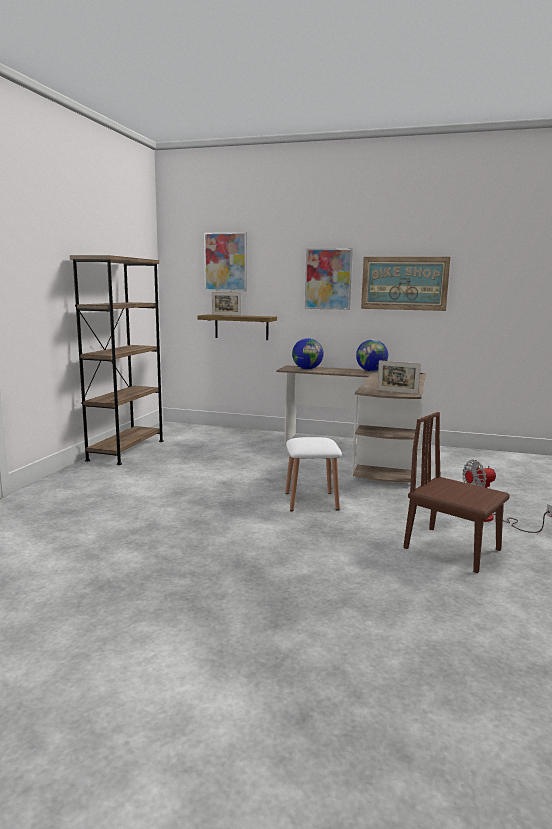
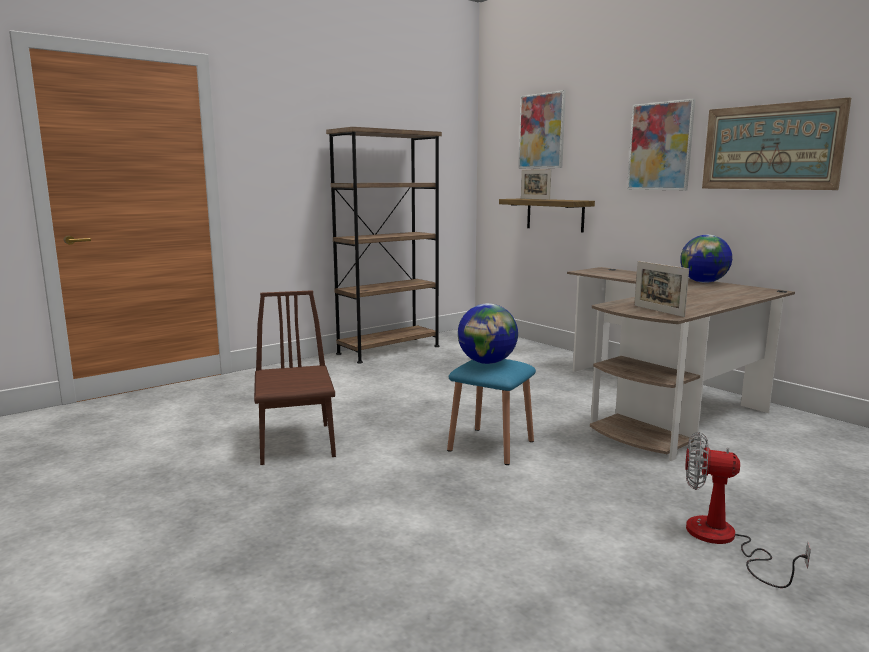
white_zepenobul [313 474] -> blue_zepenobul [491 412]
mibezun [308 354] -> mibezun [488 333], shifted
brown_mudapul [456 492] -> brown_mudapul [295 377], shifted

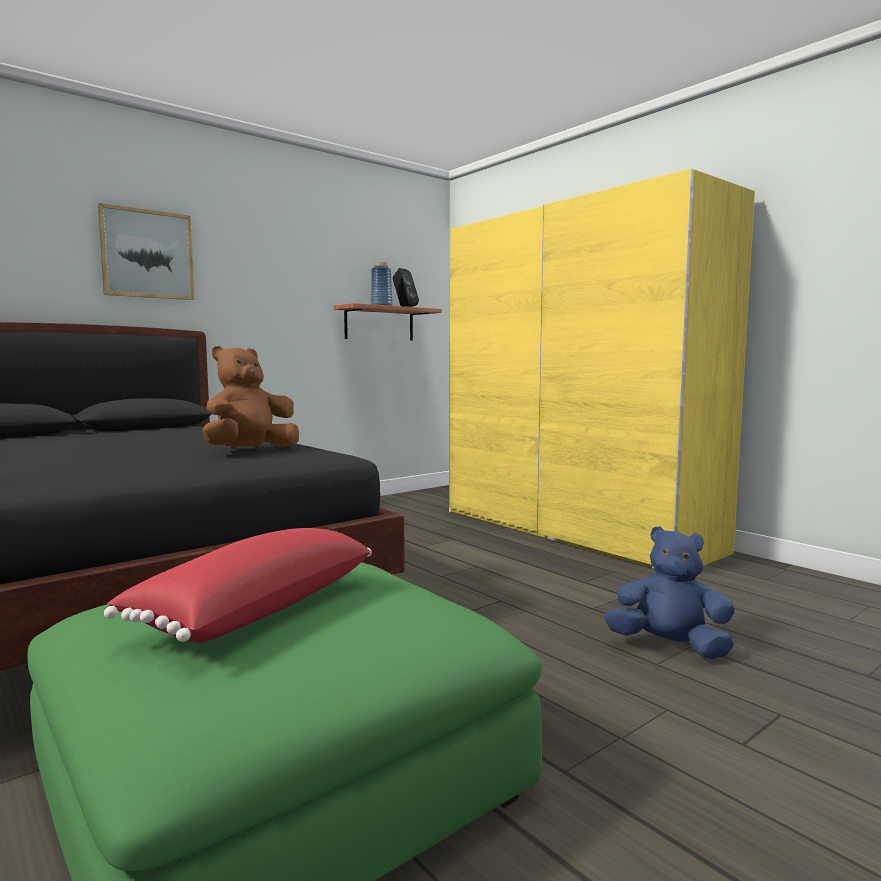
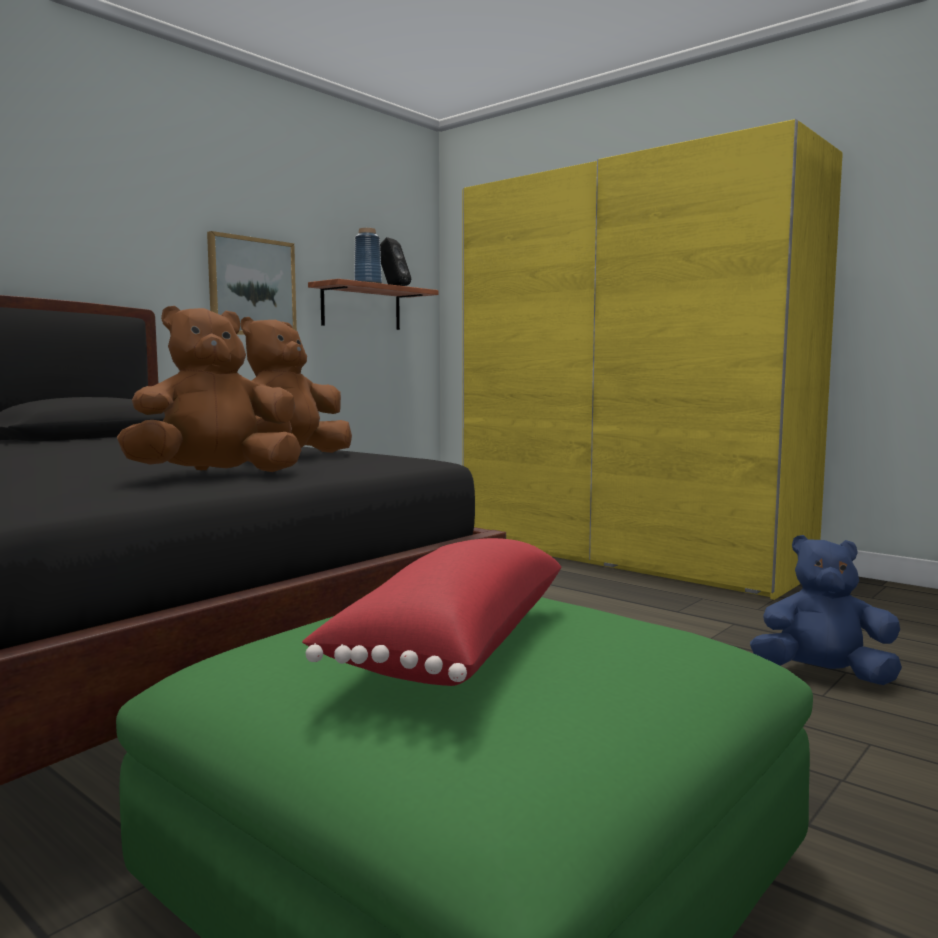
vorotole [146 251] -> vorotole [252 283], shifted
none -> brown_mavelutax [209 389]

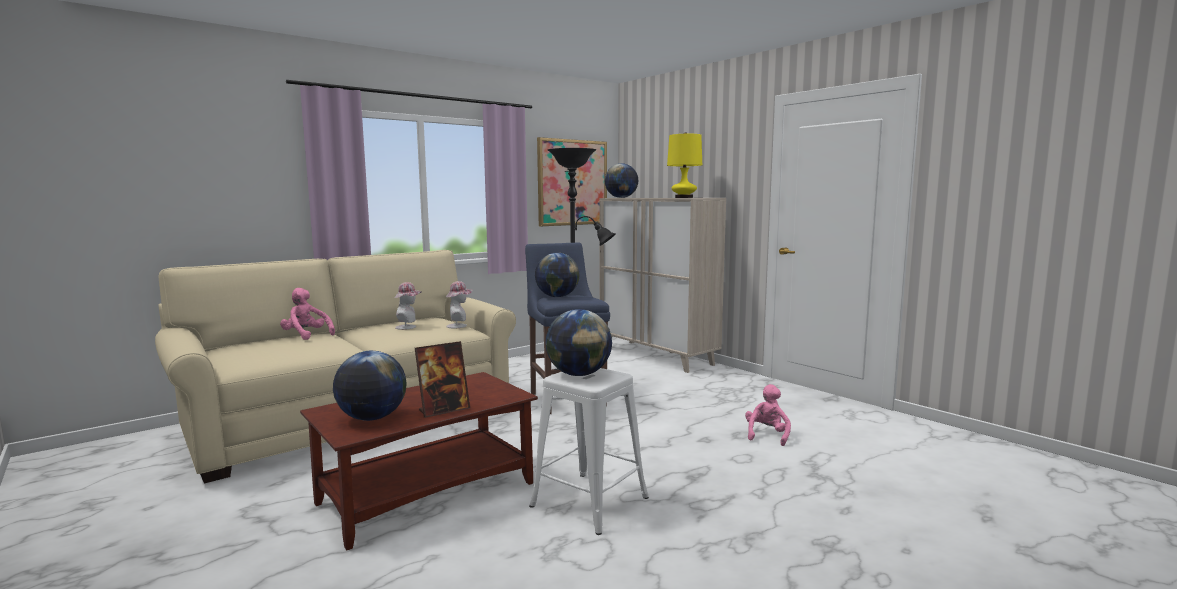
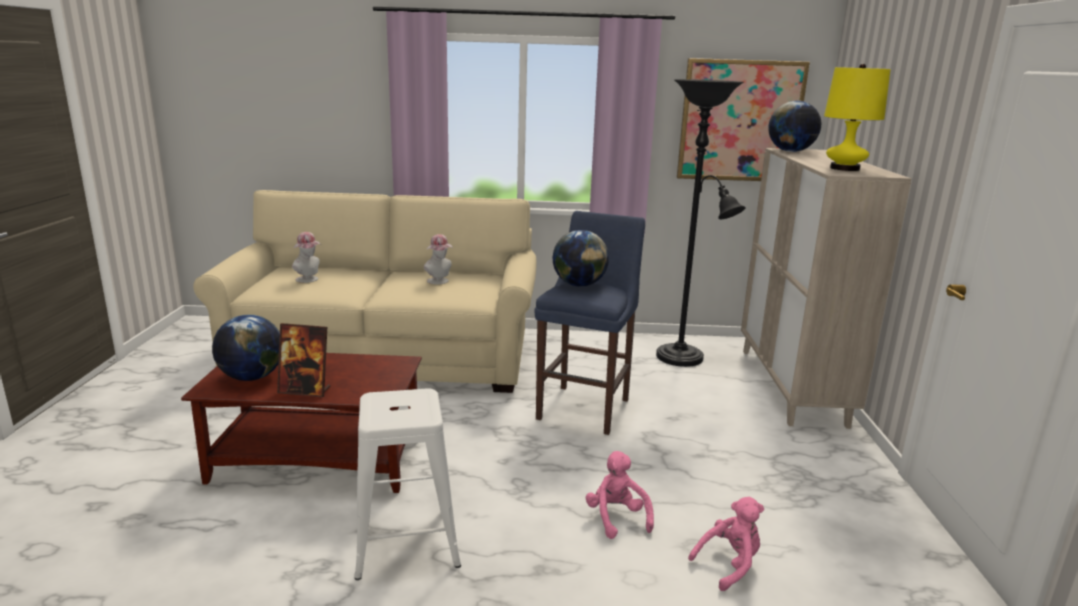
pink_mavelutax [307 314] -> pink_mavelutax [620 495], shifted
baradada [459 304] -> baradada [306 257], shifted
mibezun [578 342] -> none

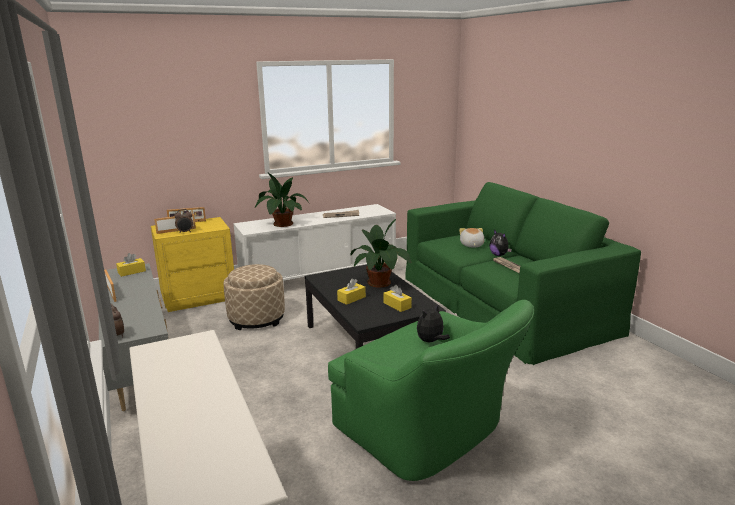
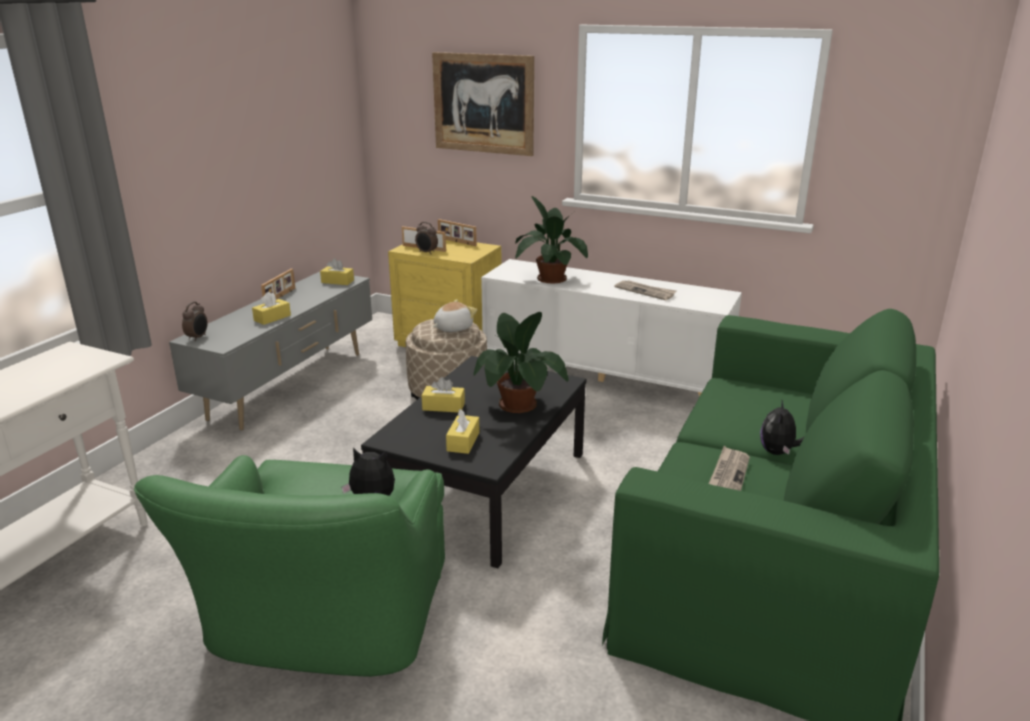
mavelutax [472 237] -> mavelutax [455 315], shifted
none -> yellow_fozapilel [271 308]
none -> vorotole [483 104]

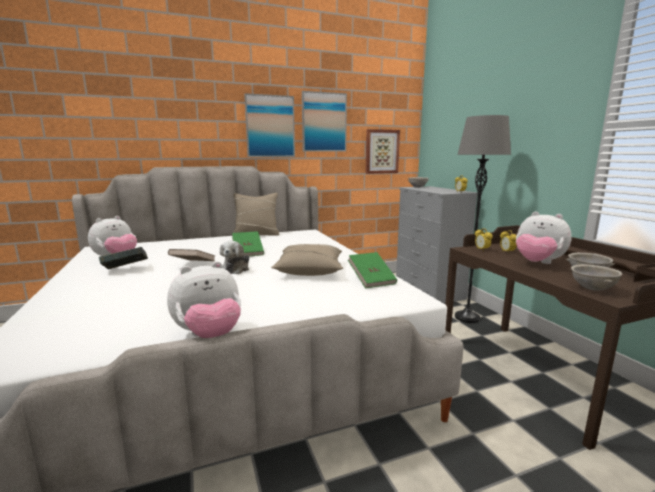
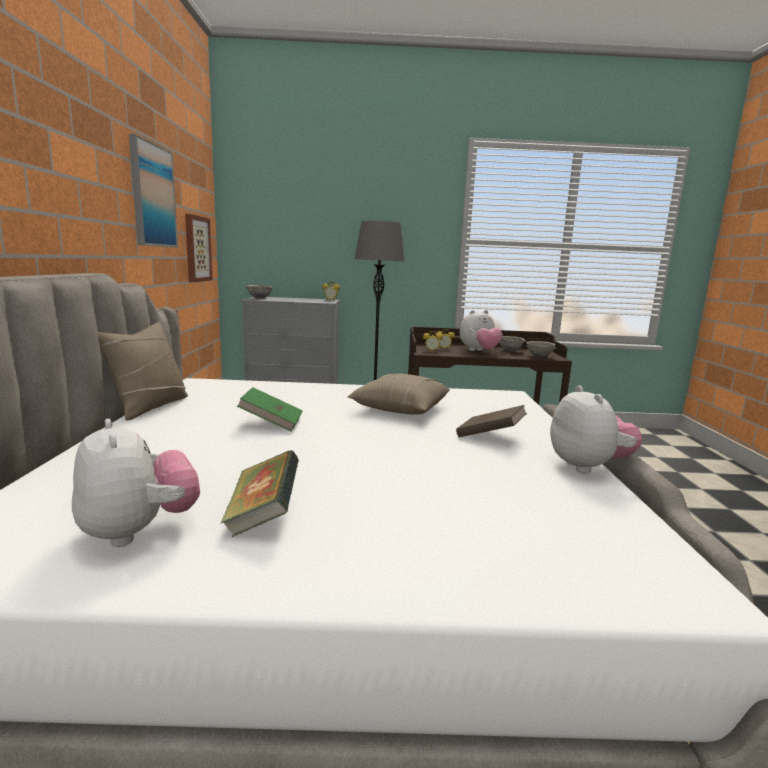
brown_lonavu [191 255] -> brown_lonavu [491 421], shifted
mavelutax [234 257] -> none
vorotole [269 125] -> none
green_lonavu [372 270] -> none

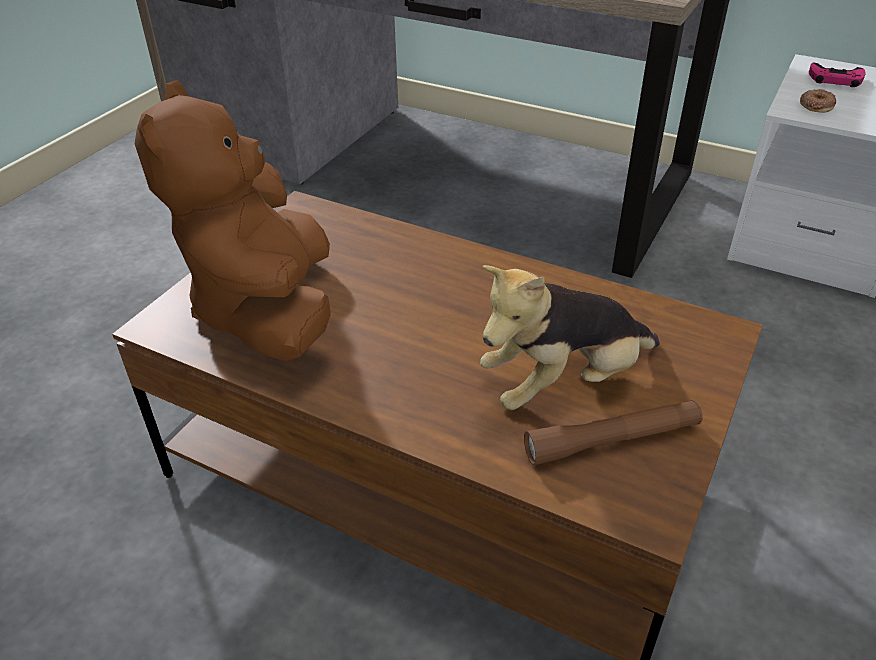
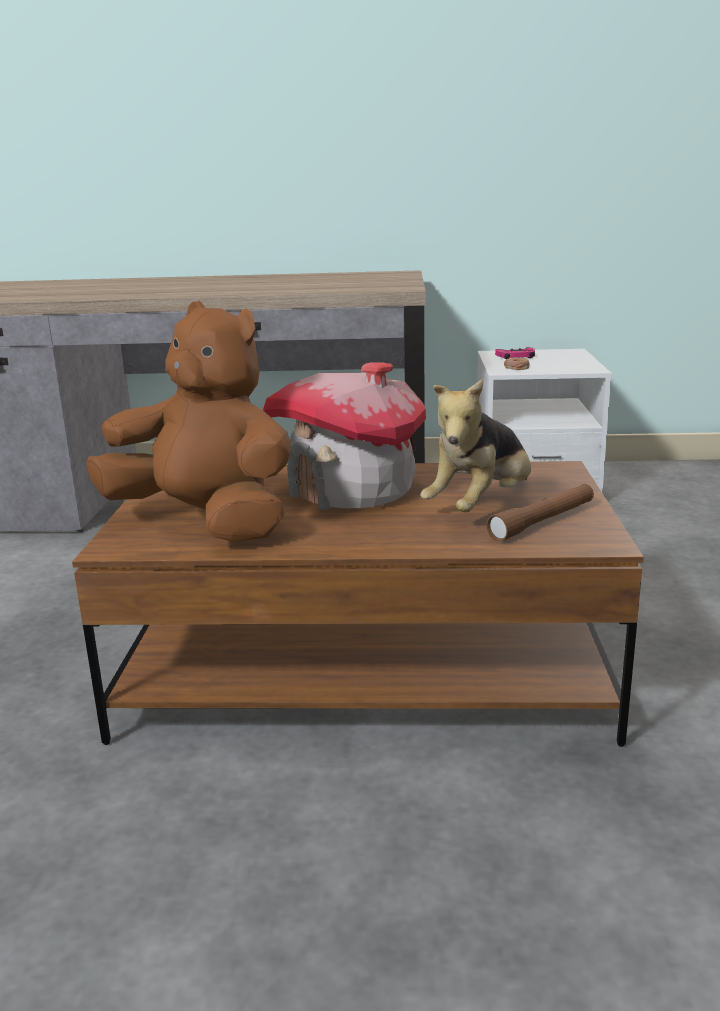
brown_mavelutax [232 220] -> brown_mavelutax [188 421], 150 degrees clockwise
none -> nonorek [344 436]

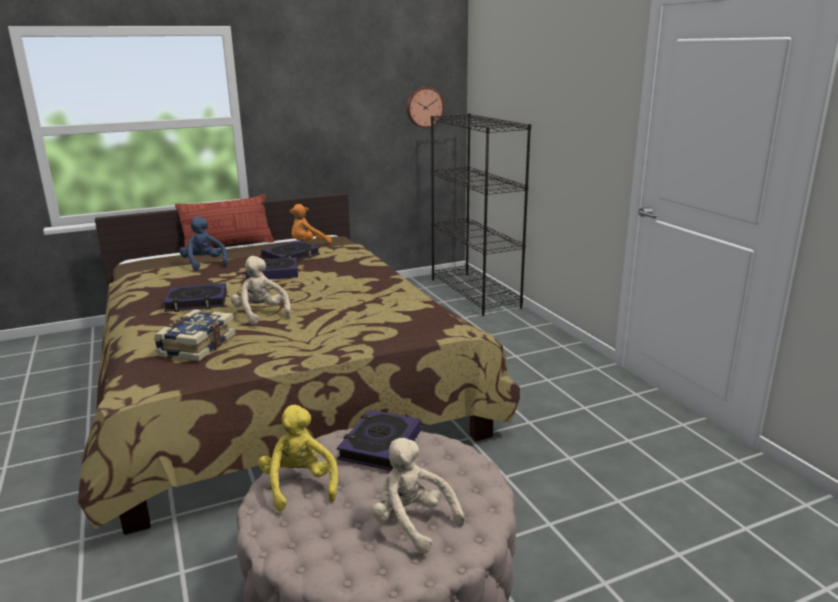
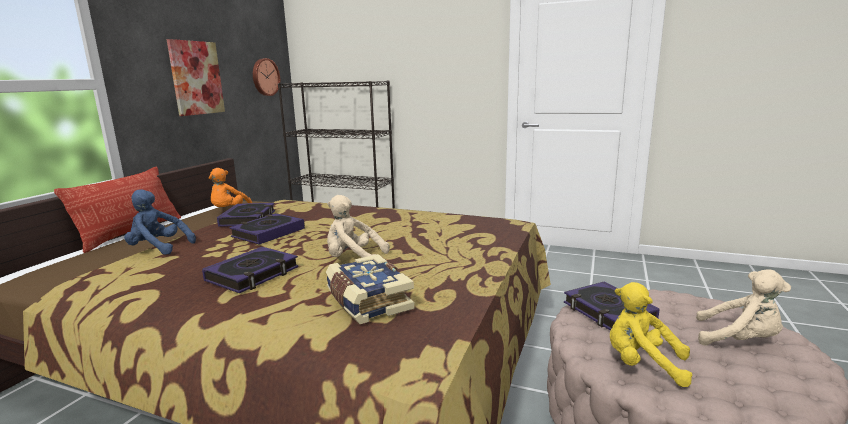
beige_mavelutax [418 496] -> beige_mavelutax [743 307], 150 degrees counterclockwise
none -> vorotole [196 77]

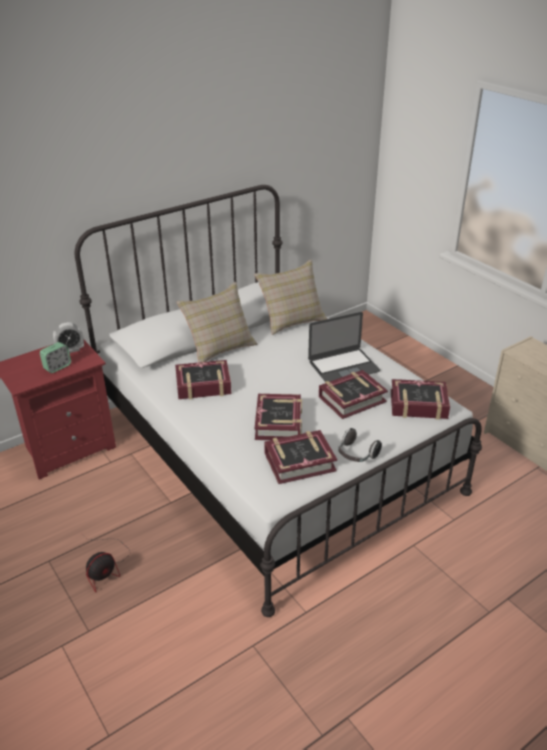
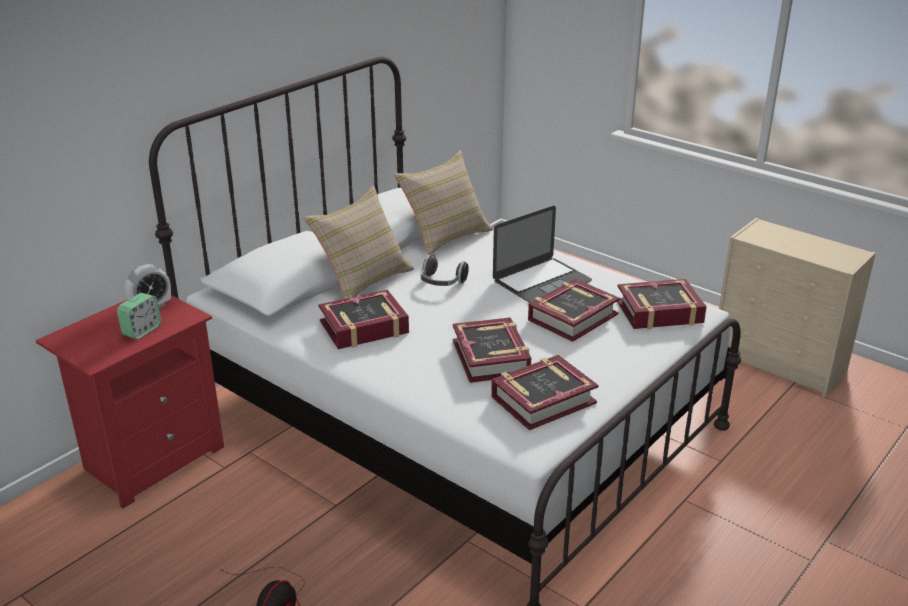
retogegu [360 445] -> retogegu [445 270], shifted

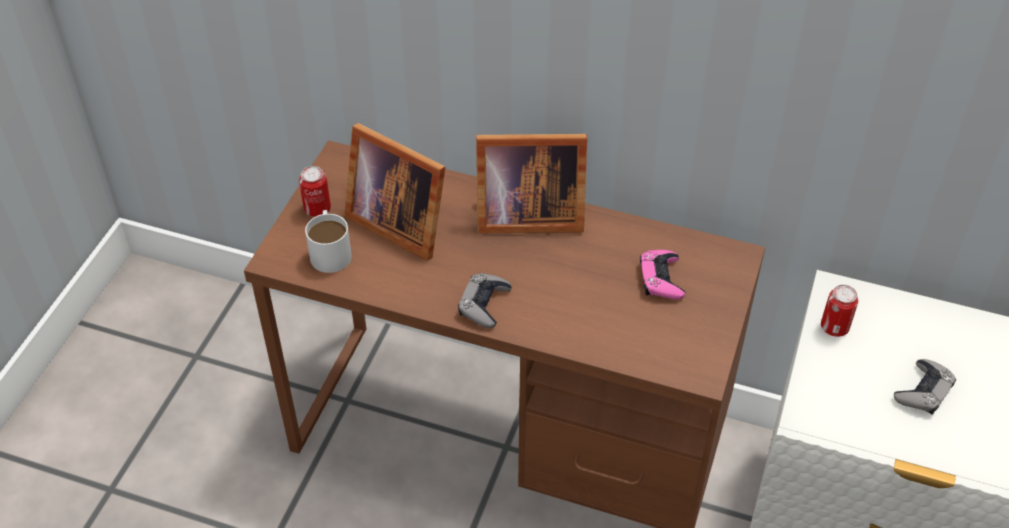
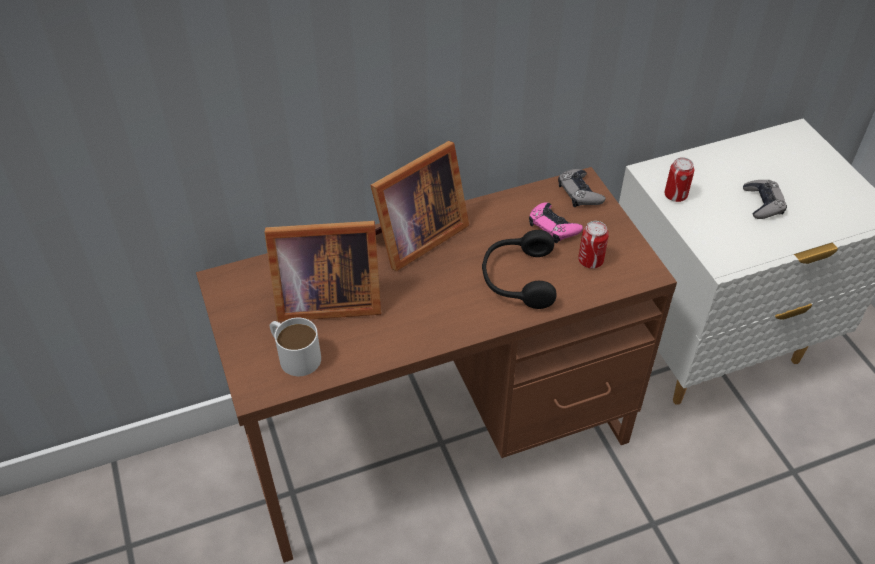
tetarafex [315 191] -> tetarafex [593 244], shifted
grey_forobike [485 300] -> grey_forobike [582 188], shifted
none -> black_retogegu [519 269]

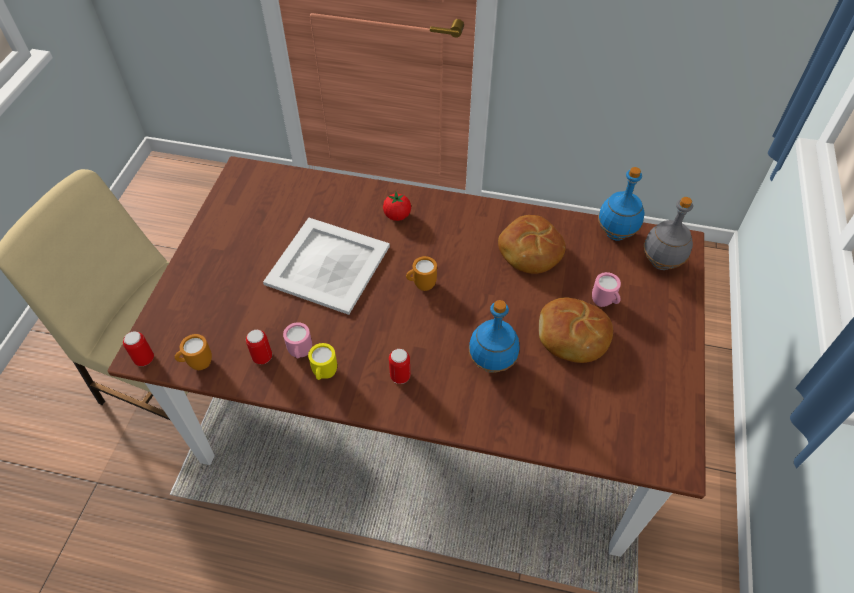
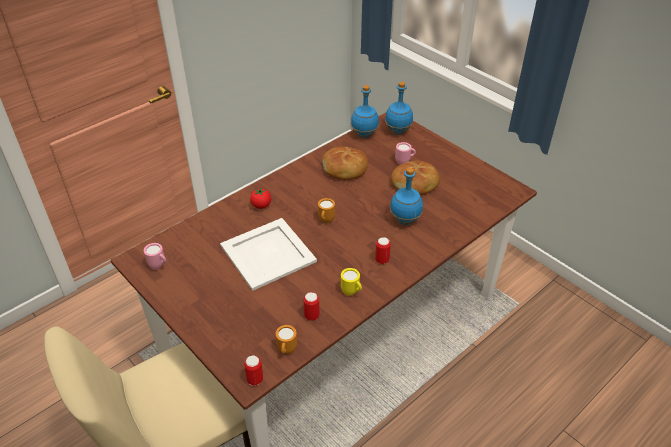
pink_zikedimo [297 340] -> pink_zikedimo [155 256], shifted
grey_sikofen [668 233] -> blue_sikofen [399 108]

